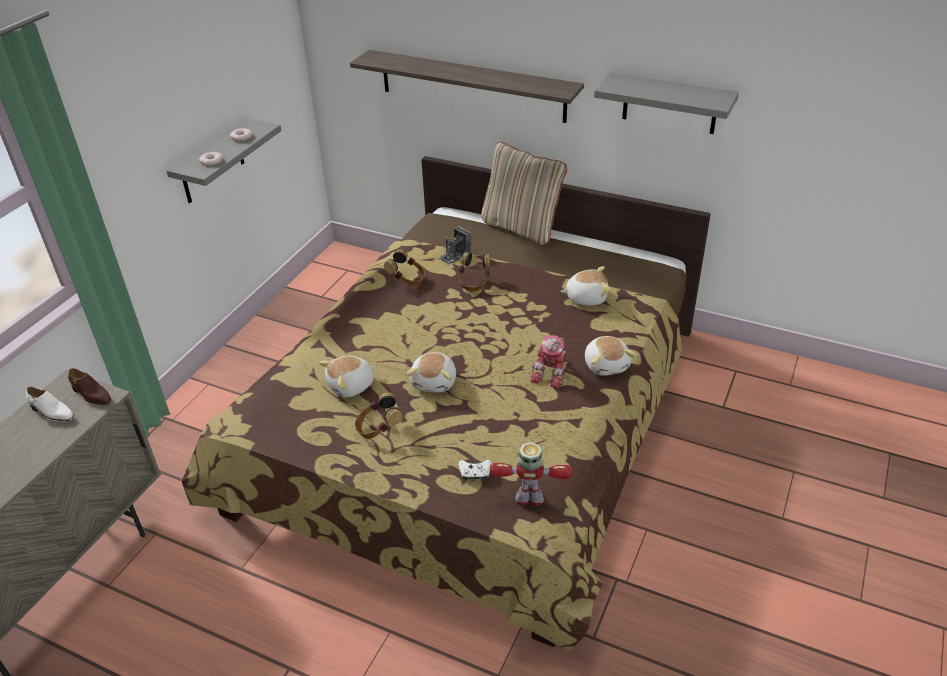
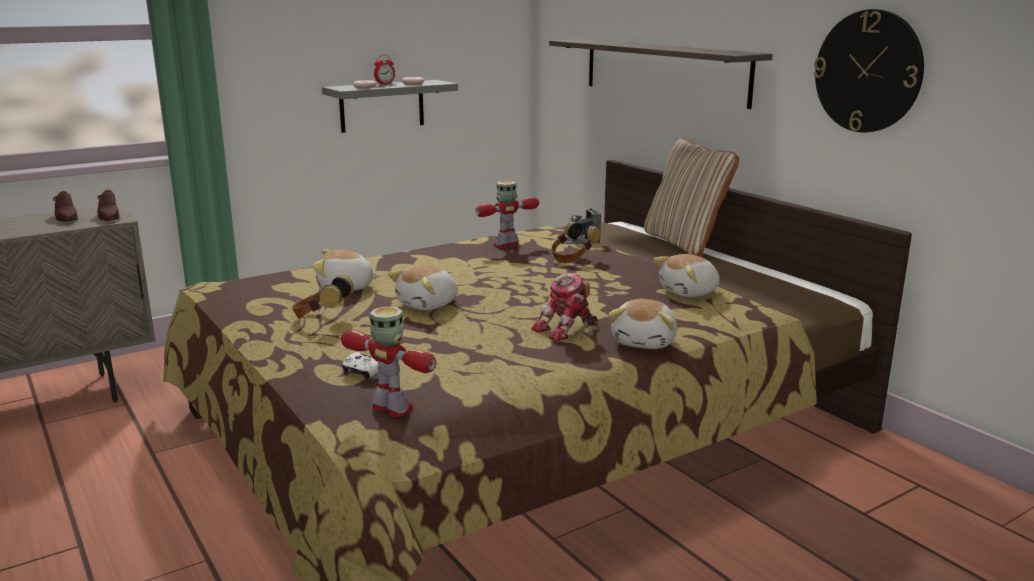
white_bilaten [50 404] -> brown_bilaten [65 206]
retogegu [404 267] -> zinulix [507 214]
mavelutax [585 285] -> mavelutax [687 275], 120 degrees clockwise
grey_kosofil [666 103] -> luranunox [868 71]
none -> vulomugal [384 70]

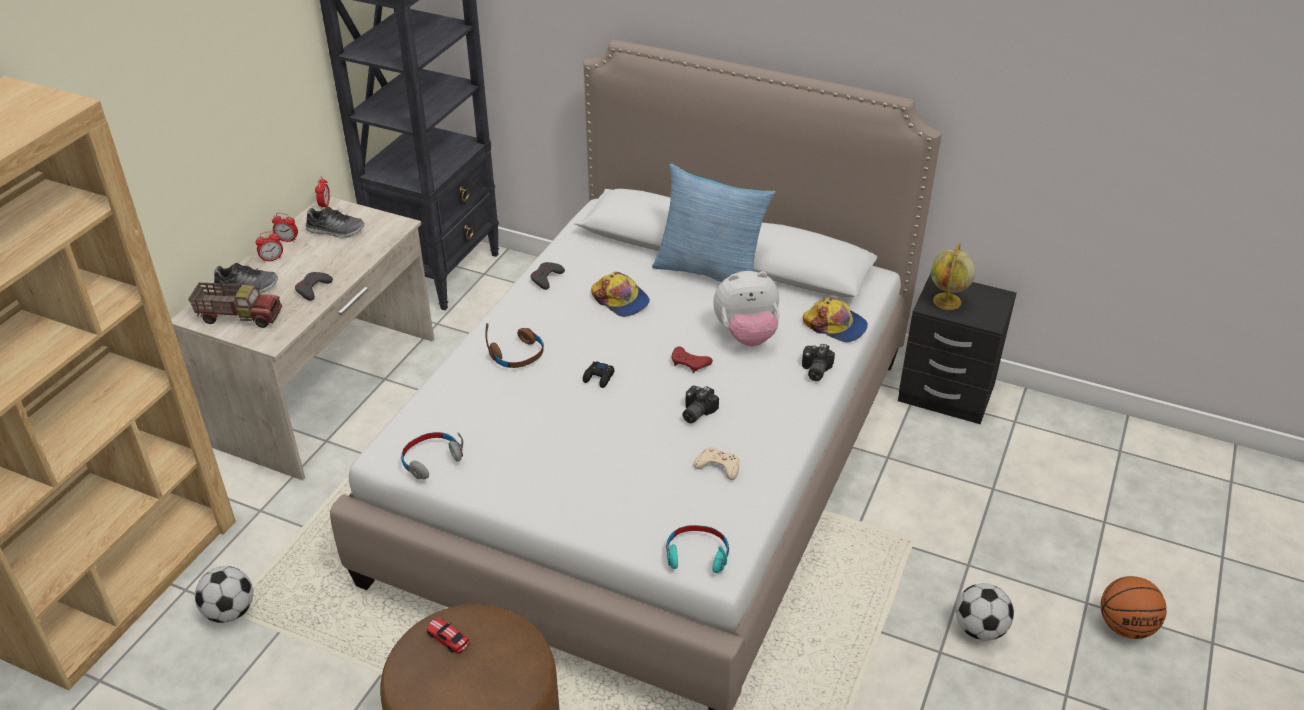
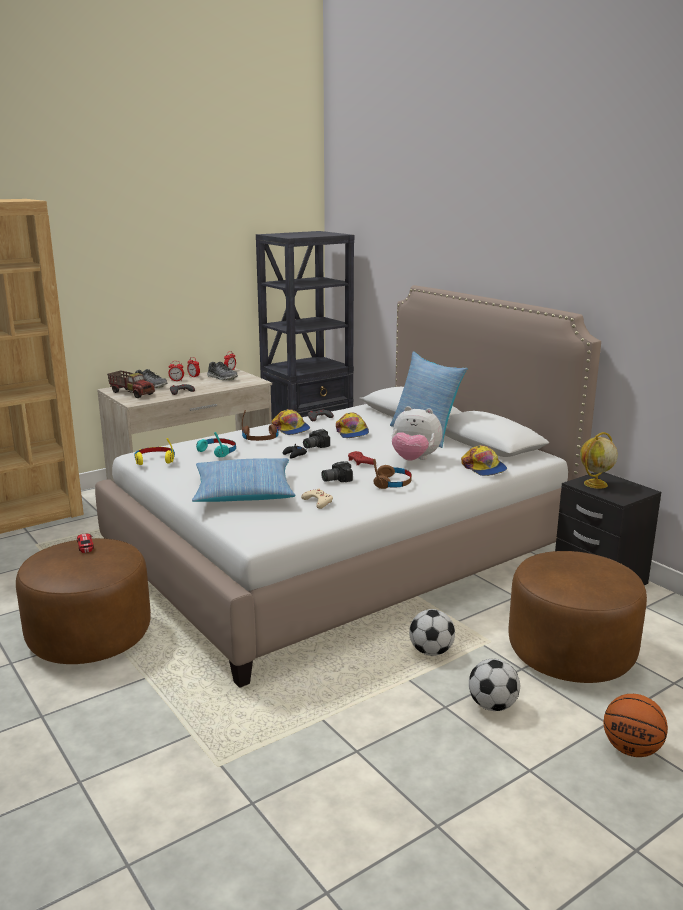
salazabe [224 594] -> salazabe [432 632], shifted
grey_retogegu [432 456] -> yellow_retogegu [155 451]
turquoise_retogegu [697 549] -> turquoise_retogegu [216 444], shifted
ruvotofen [818 362] -> ruvotofen [316 439], shifted
none -> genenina [244 480]
none -> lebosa [291 422]
none -> brown_retogegu [392 474]
none -> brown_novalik [578 617]

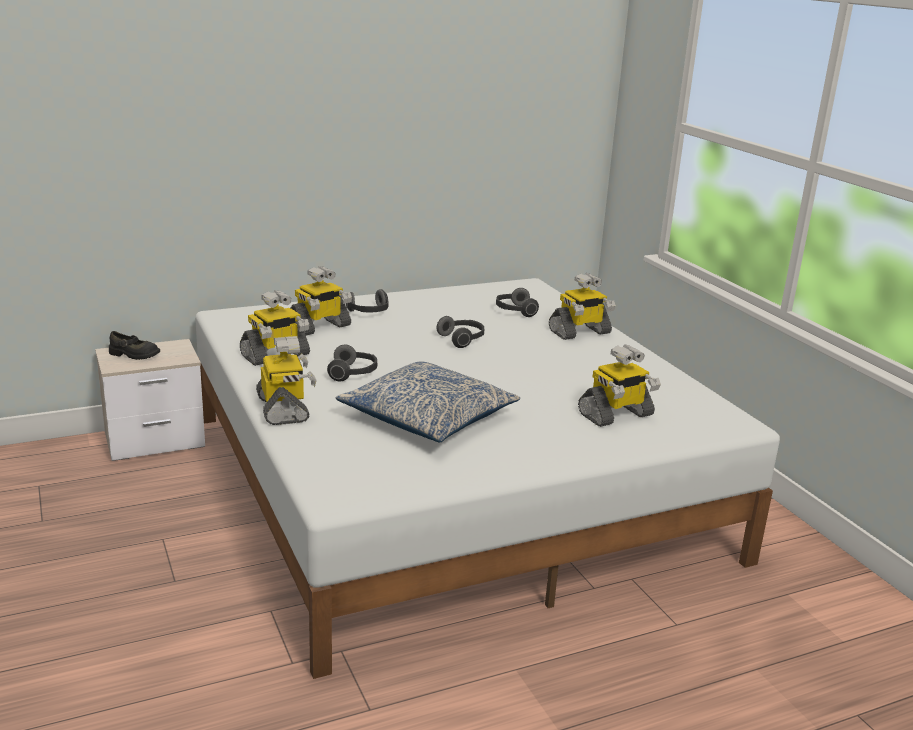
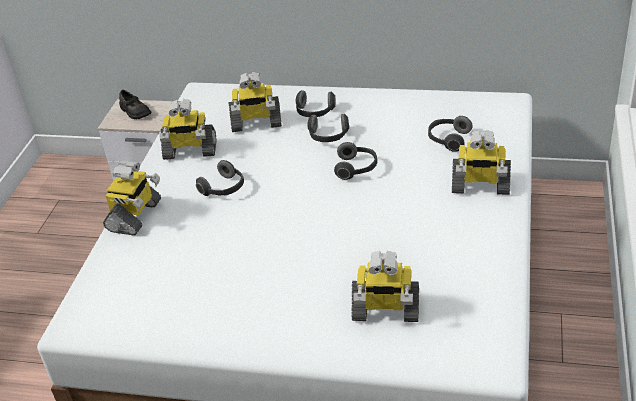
genenina [428 401] -> none
none -> retogegu [328 128]

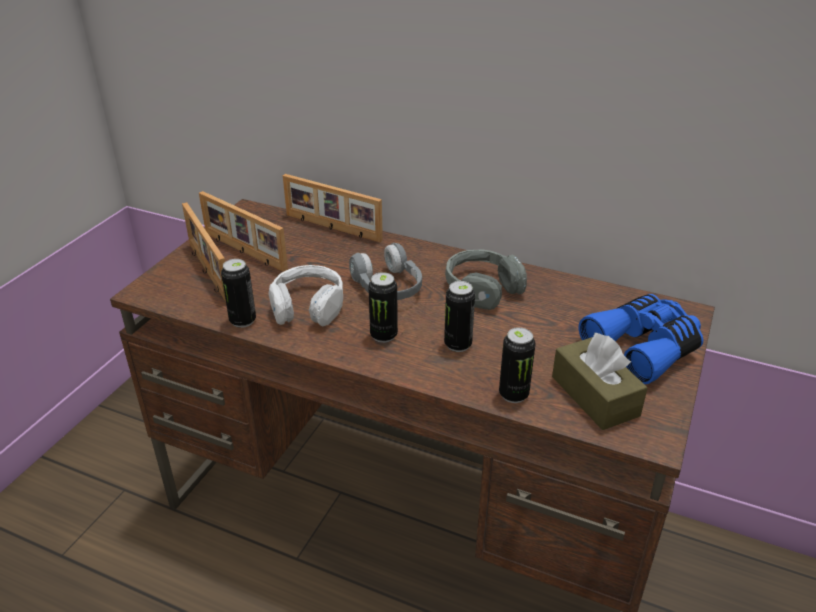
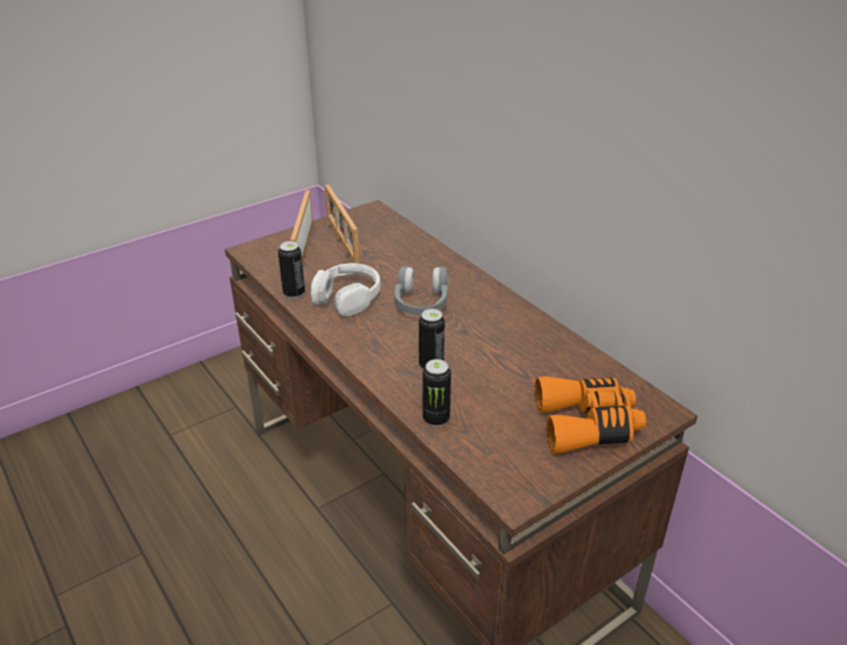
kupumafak [333 208] -> none
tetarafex [383 307] -> none
grey_retogegu [486 279] -> none
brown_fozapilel [600 381] -> none
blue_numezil [641 339] -> orange_numezil [590 415]

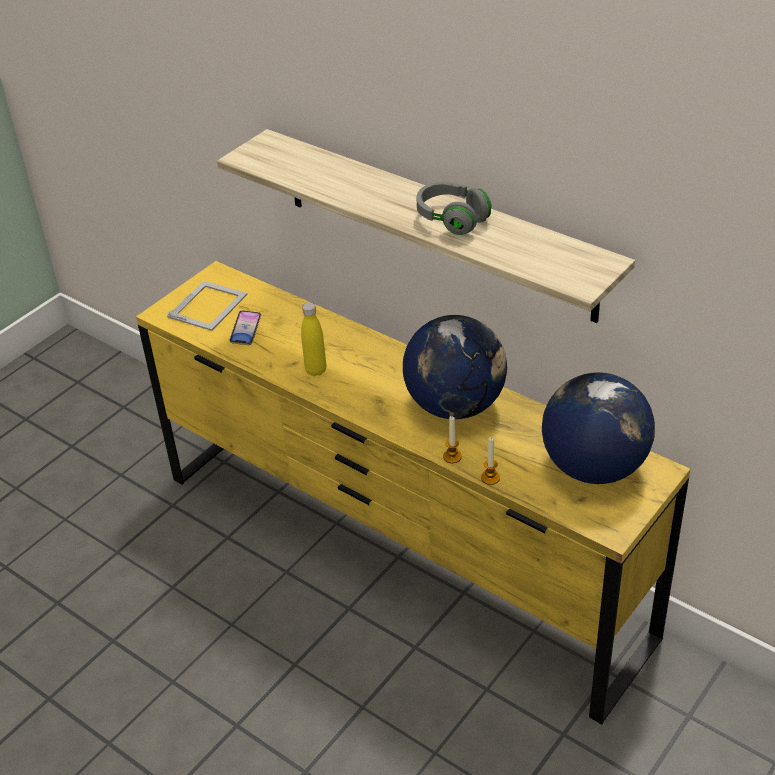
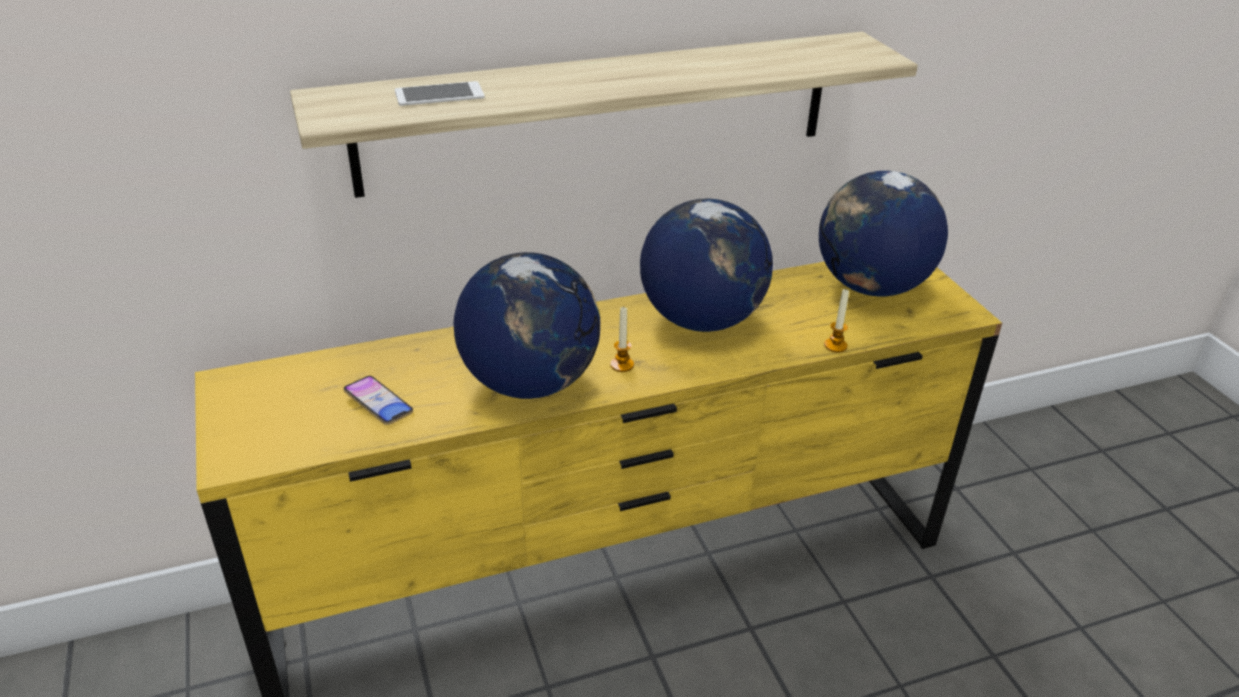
kupumafak [207 306] -> none
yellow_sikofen [313 339] -> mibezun [527 325]
grey_retogegu [454 208] -> none
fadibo [452 439] -> fadibo [622 339], shifted
none -> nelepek [440 93]

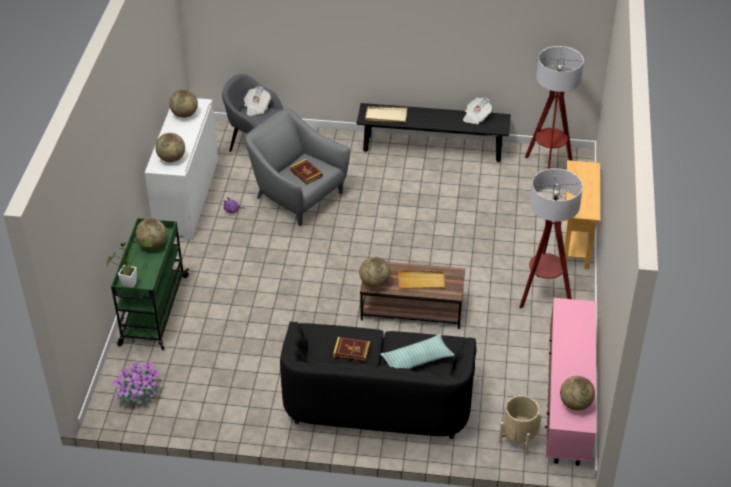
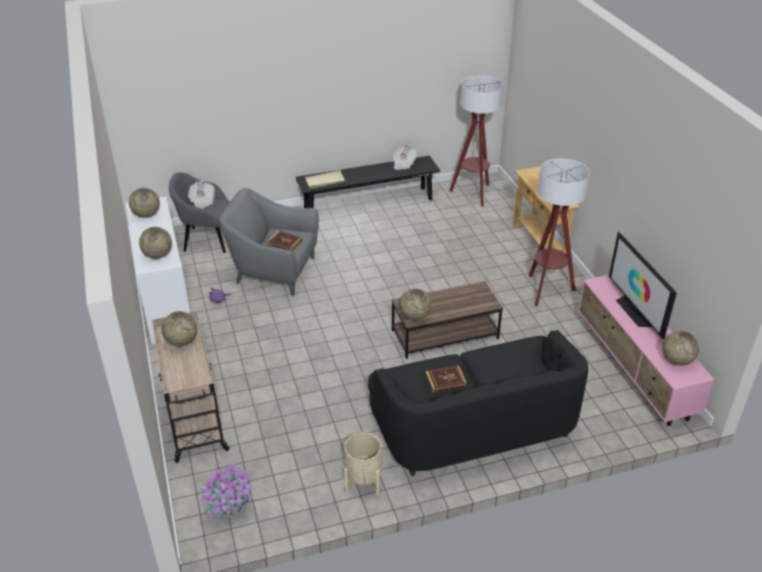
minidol [130 263] -> none
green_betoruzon [150 284] -> beige_betoruzon [190 387]
genenina [417 351] -> none
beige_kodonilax [421 280] -> none
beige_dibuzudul [520 425] -> beige_dibuzudul [363 463], shifted
none -> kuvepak [643 285]

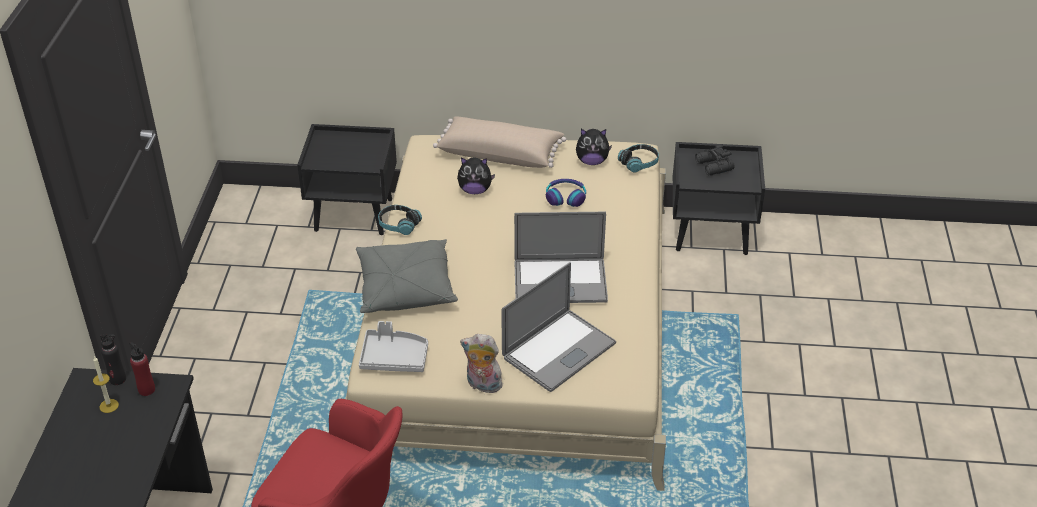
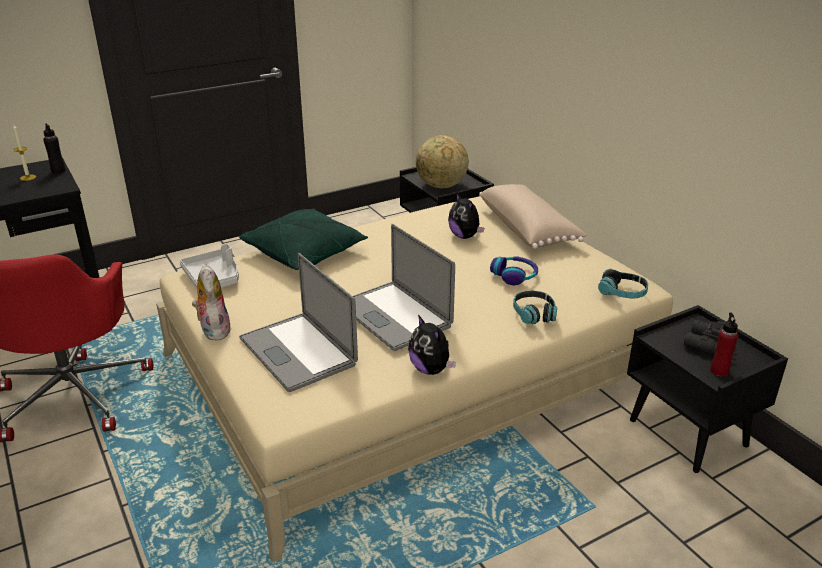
red_sikofen [142 369] -> red_sikofen [724 345], shifted
grey_genenina [407 276] -> green_genenina [303 239]
retogegu [400 220] -> retogegu [535 307], shifted
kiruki [558 327] -> kiruki [298 322], 45 degrees clockwise
mavelutax [594 147] -> mavelutax [432 345], shifted
none -> mibezun [442 161]

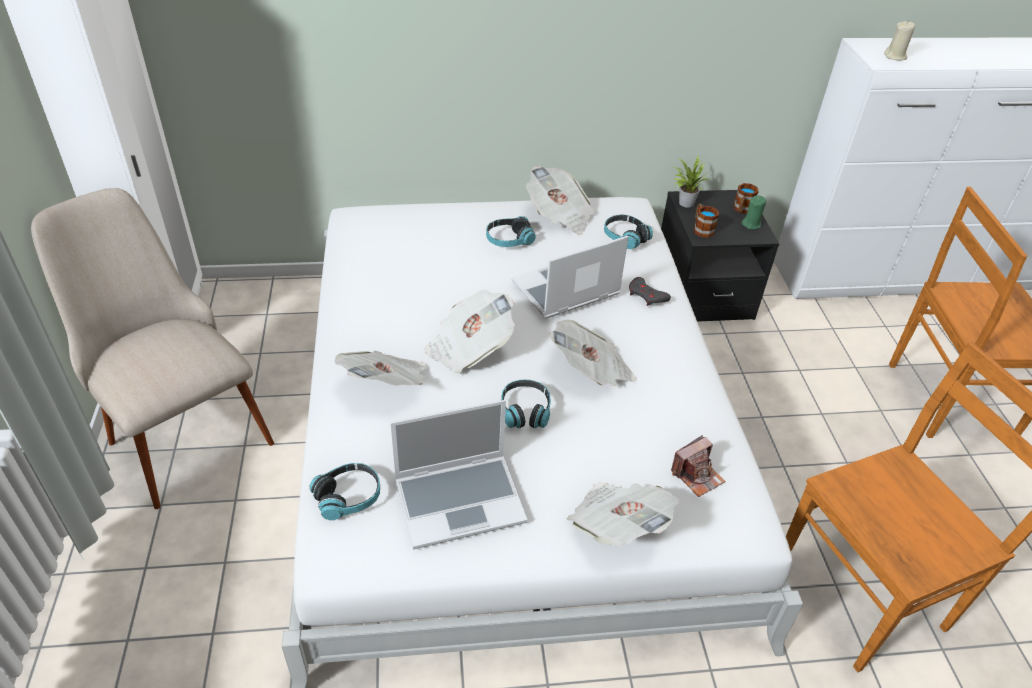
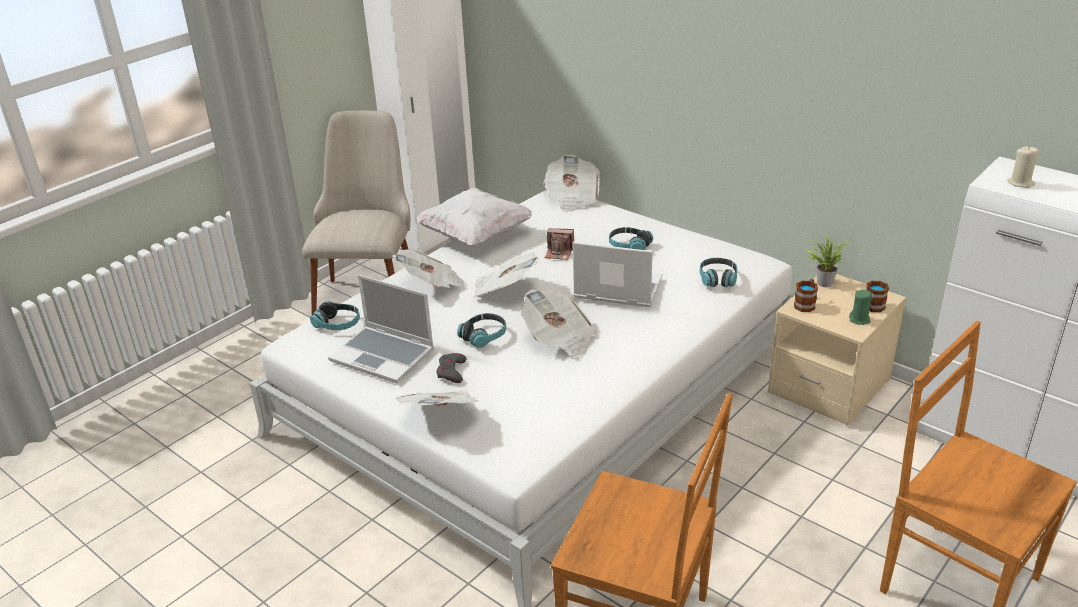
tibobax [560 200] -> tibobax [571 183], shifted
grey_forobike [650 291] -> grey_forobike [451 368], shifted
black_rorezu [720 256] -> beige_rorezu [837 350]
ruvotofen [698 466] -> ruvotofen [559 244], shifted
none -> white_genenina [474 217]

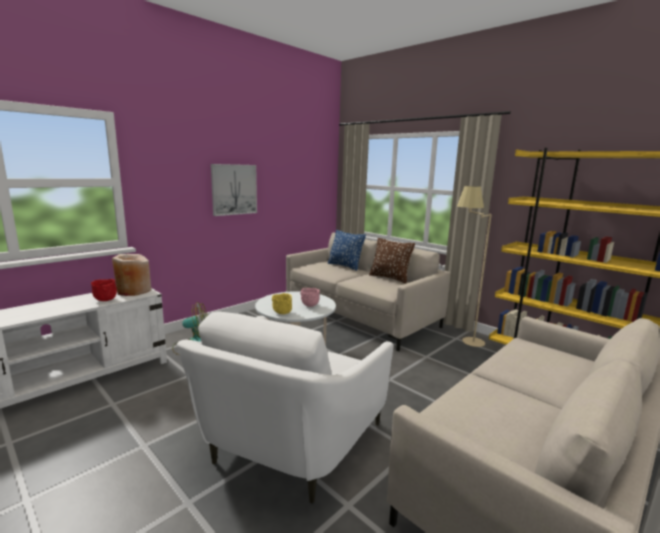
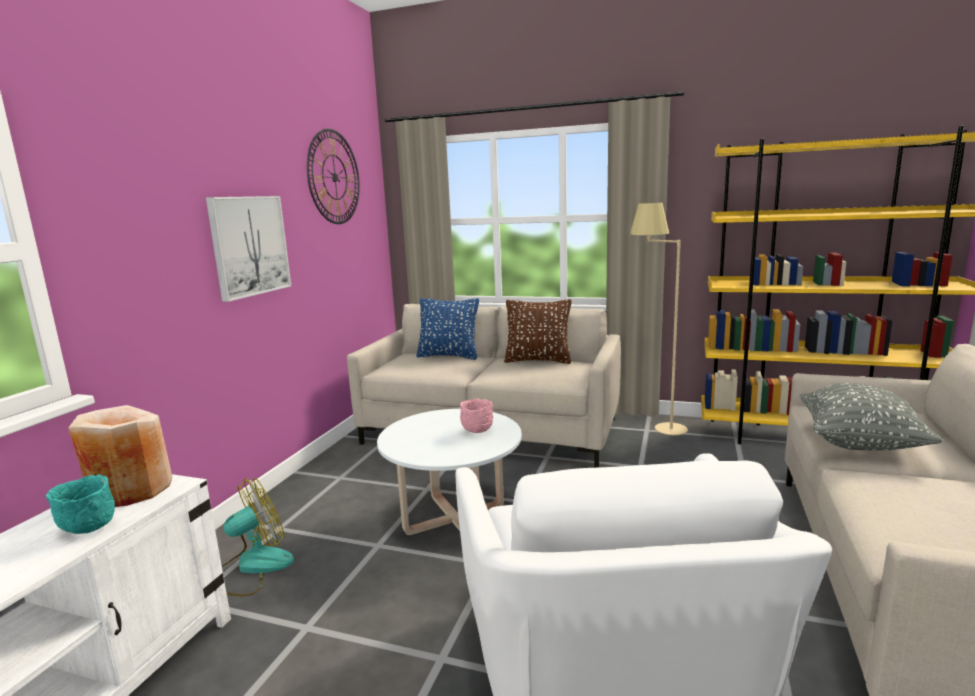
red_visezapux [104 290] -> turquoise_visezapux [80 504]
yellow_visezapux [282 303] -> none
none -> luranunox [333 176]
none -> grey_genenina [871 416]

